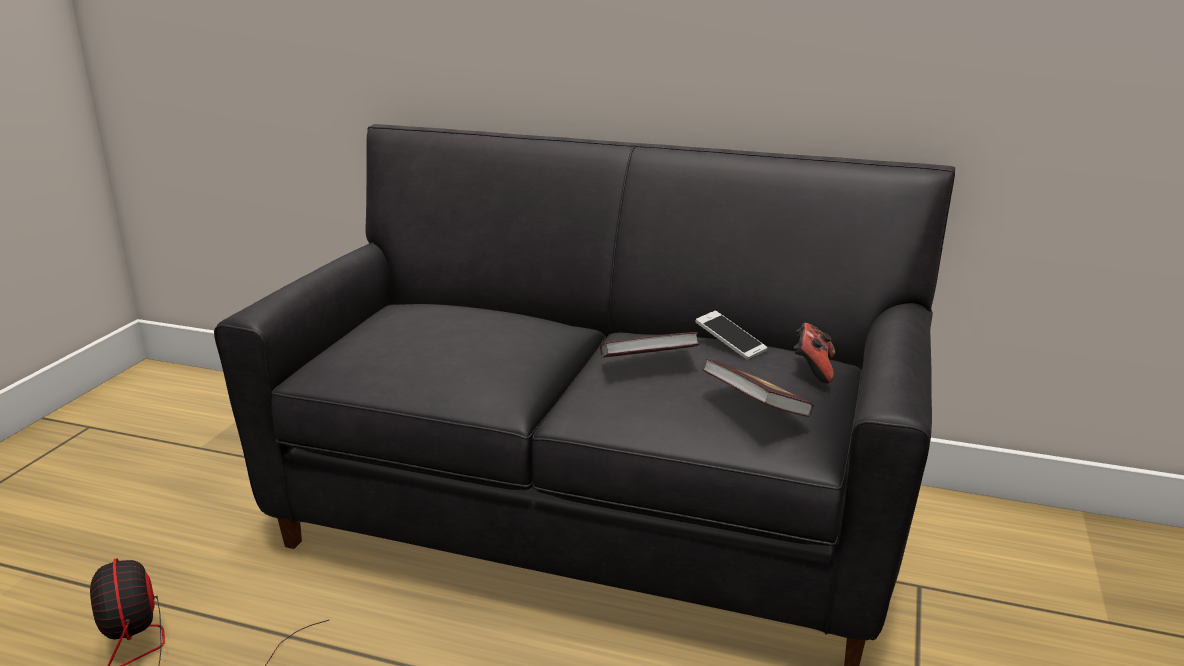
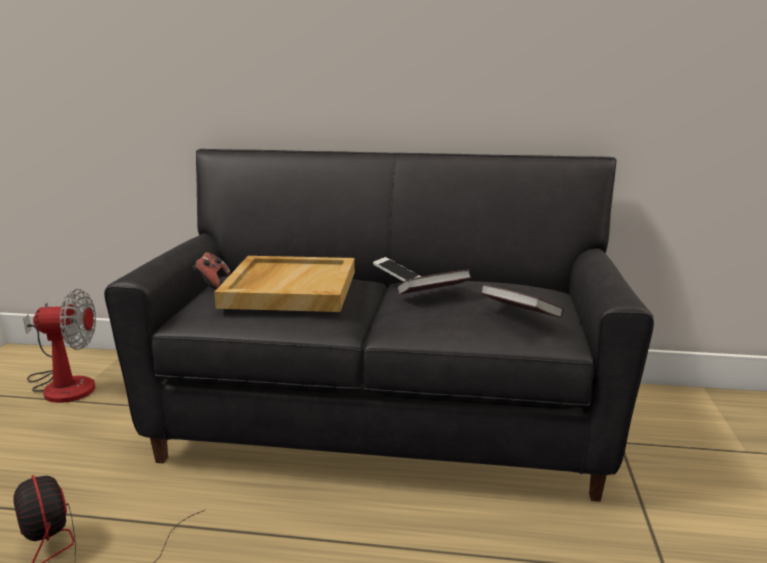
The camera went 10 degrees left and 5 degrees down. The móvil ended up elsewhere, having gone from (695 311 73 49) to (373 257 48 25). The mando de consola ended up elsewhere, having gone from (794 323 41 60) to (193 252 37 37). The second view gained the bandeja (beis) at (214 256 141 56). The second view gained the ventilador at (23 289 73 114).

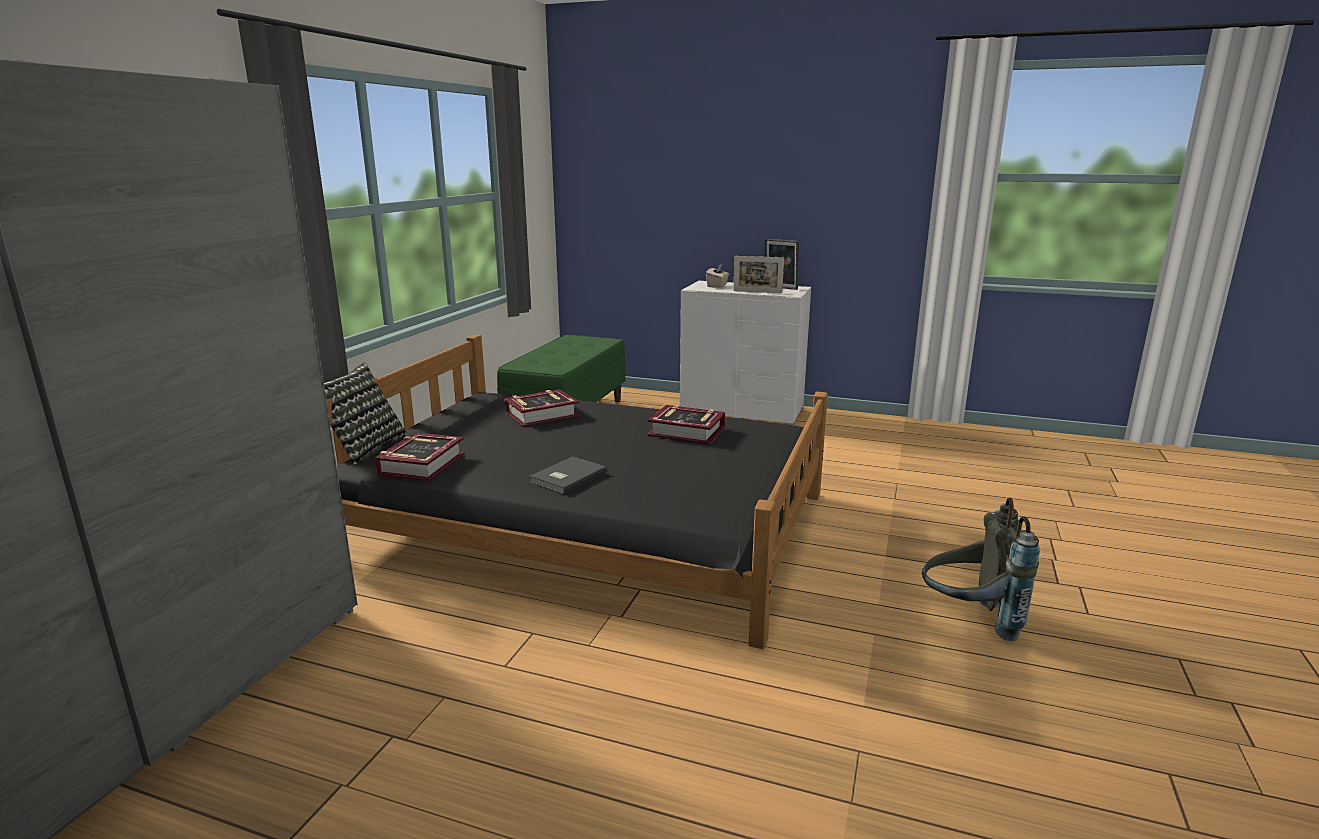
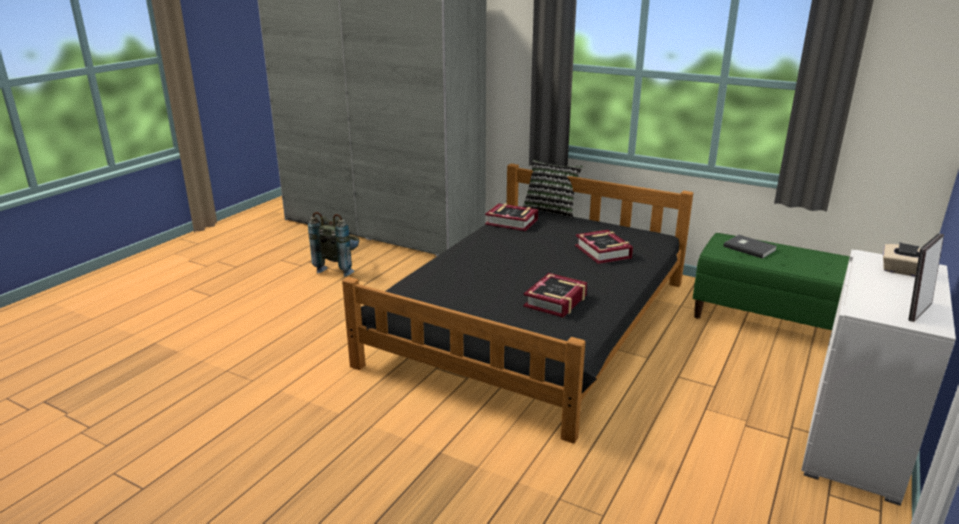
The camera went 100 degrees right and 5 degrees up. The second view lost the portarretratos at (733 256 51 37). The libro (gris) ended up elsewhere, having gone from (529 456 78 38) to (724 235 53 24). The mochila (gris) ended up elsewhere, having gone from (922 497 118 144) to (308 212 51 65).

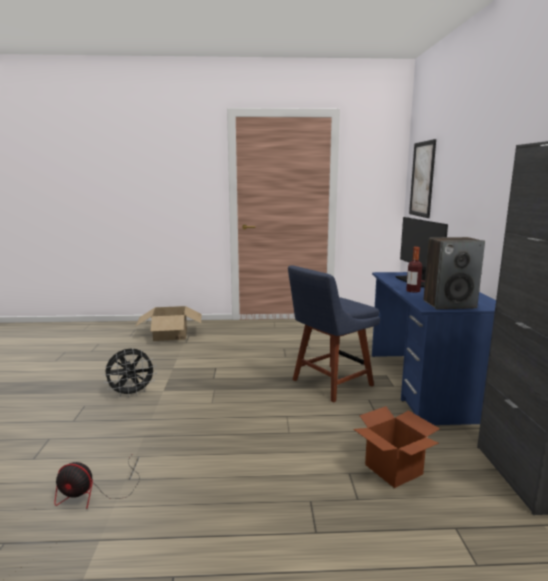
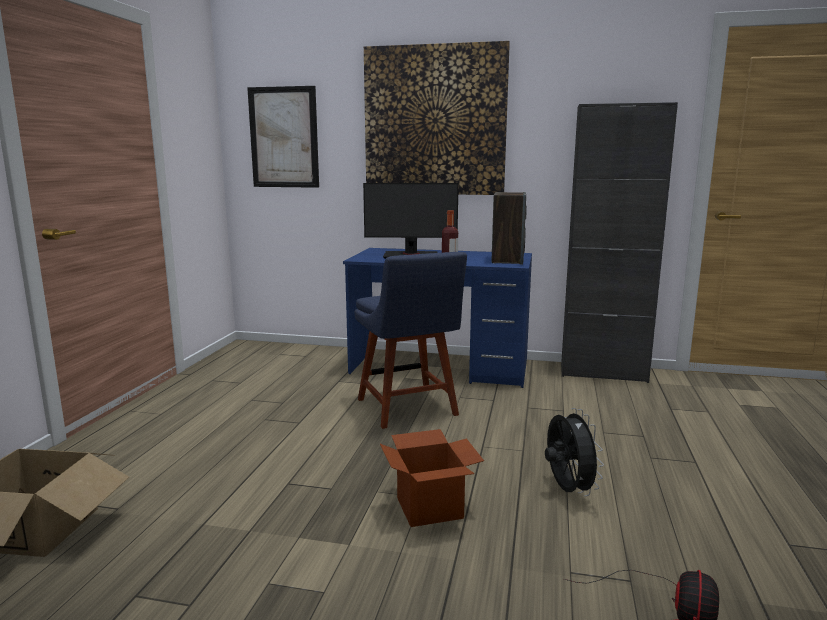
The camera went 75 degrees left and 0 degrees up. The ventilador (negro) ended up elsewhere, having gone from (103 349 54 49) to (545 408 59 88). The caja de cartón ended up elsewhere, having gone from (353 406 87 82) to (380 429 104 98). The second view gained the cuadro at (364 41 146 154).

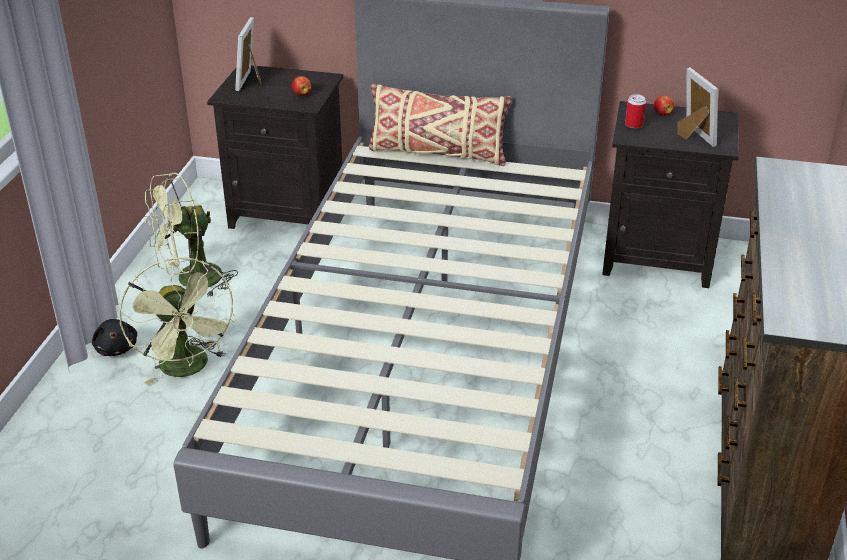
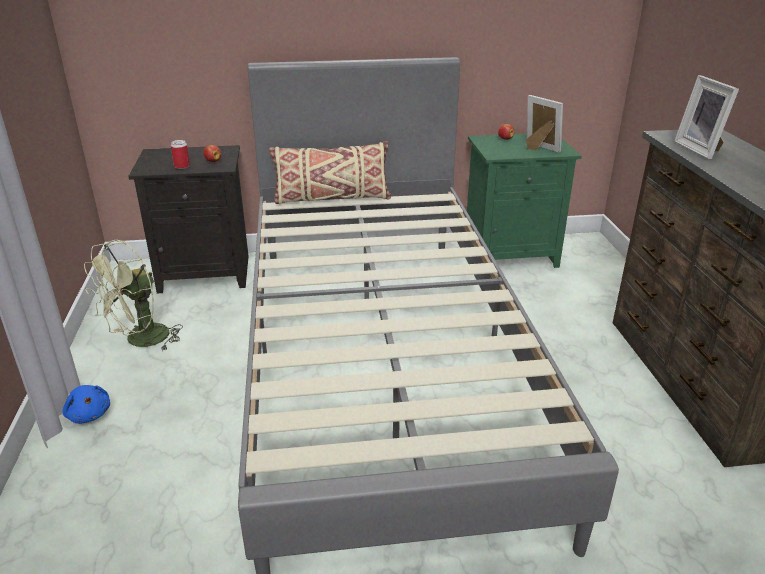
The camera went 20 degrees left and 5 degrees down. The portarretratos ended up elsewhere, having gone from (235 17 26 74) to (674 75 65 84). The lata ended up elsewhere, having gone from (625 94 21 34) to (171 140 19 29). What was the mesita de noche (negro) at (602 101 137 187) turned into the mesita de noche (verde) at (467 133 115 135). The second view lost the ventilador (verde) at (119 258 117 127). What was the peluche (negro) at (92 319 45 37) turned into the peluche (azul) at (63 385 47 39).

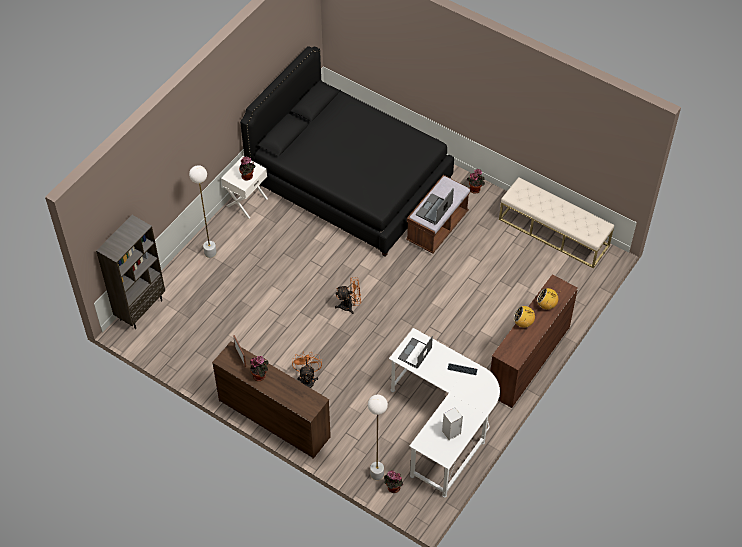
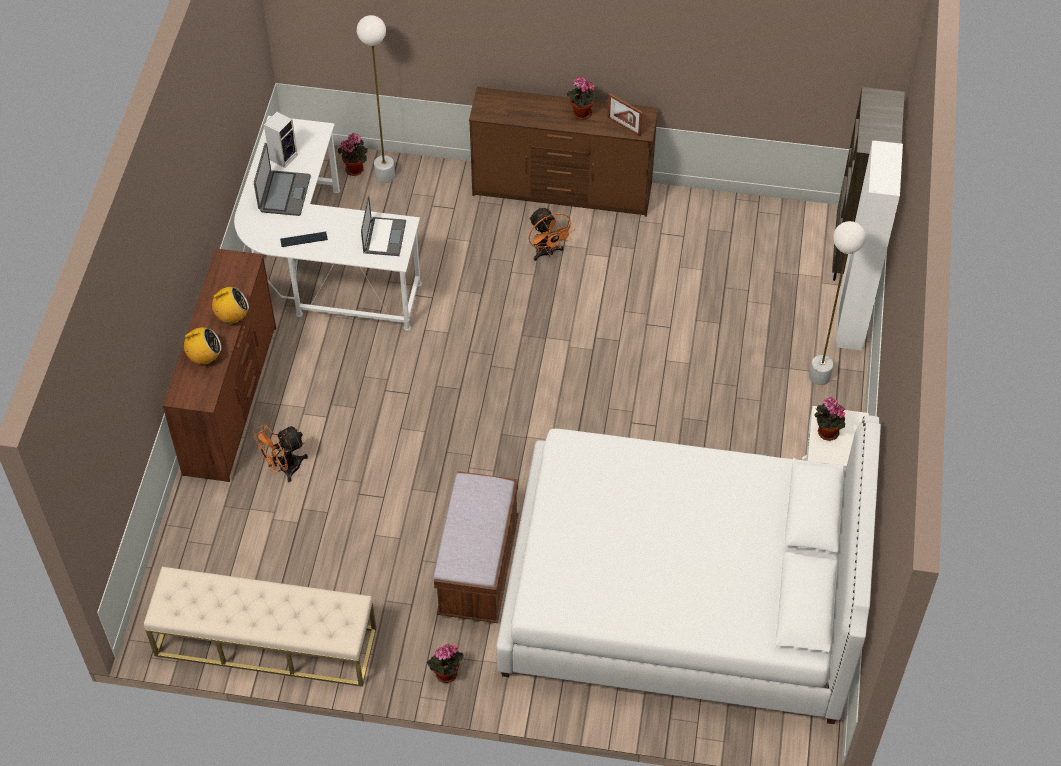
The camera went 155 degrees right and 0 degrees up. What was the cama (negro) at (240 46 214 211) turned into the cama (blanco) at (496 415 385 309). The portátil ended up elsewhere, having gone from (416 188 38 37) to (254 143 57 73). The ventilador (naranja) ended up elsewhere, having gone from (335 277 26 37) to (253 424 55 58). The second view gained the armario ropero (blanco) at (836 141 67 210).

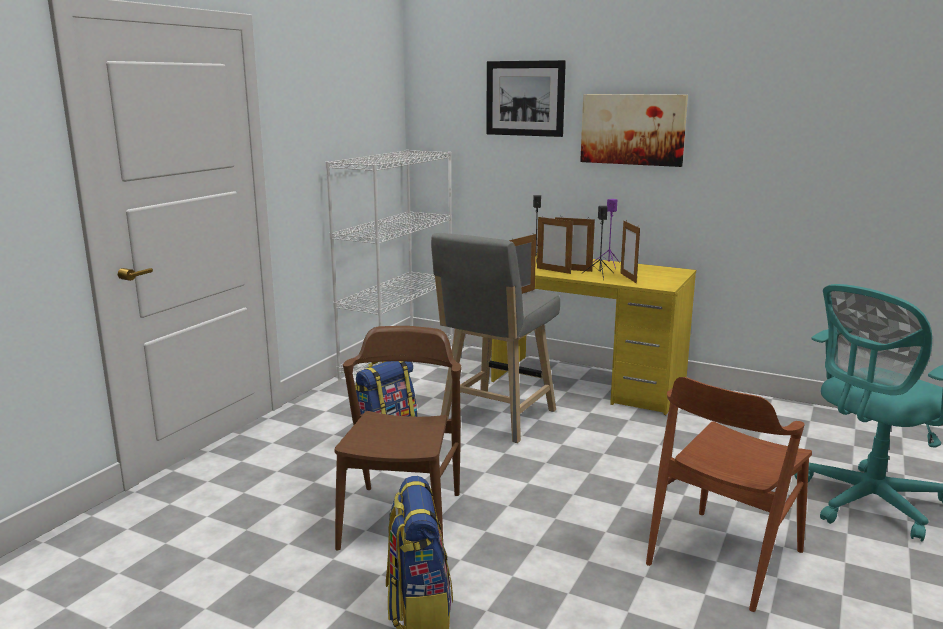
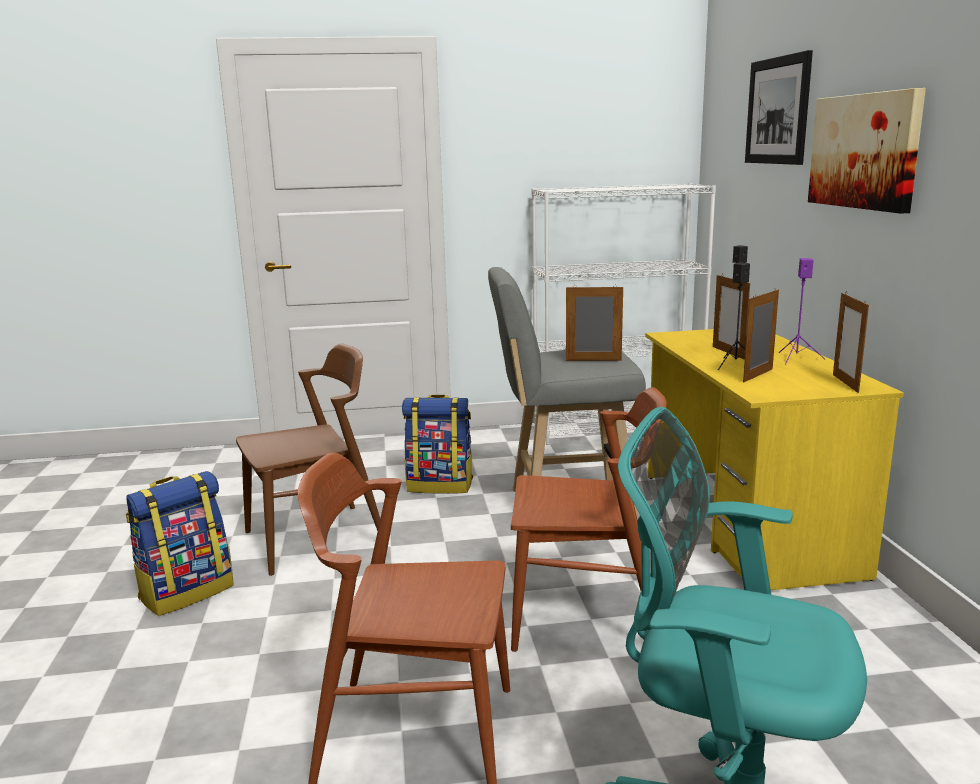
The camera went 55 degrees right and 0 degrees up. The portarretratos ended up elsewhere, having gone from (537 216 36 58) to (833 291 36 102). The second view gained the silla (marrón) at (511 387 156 265).

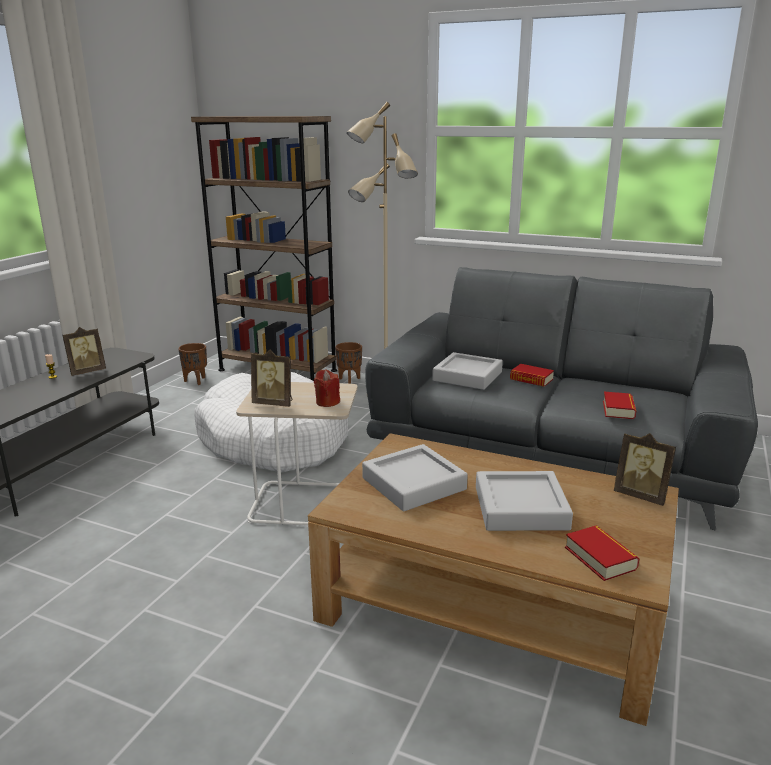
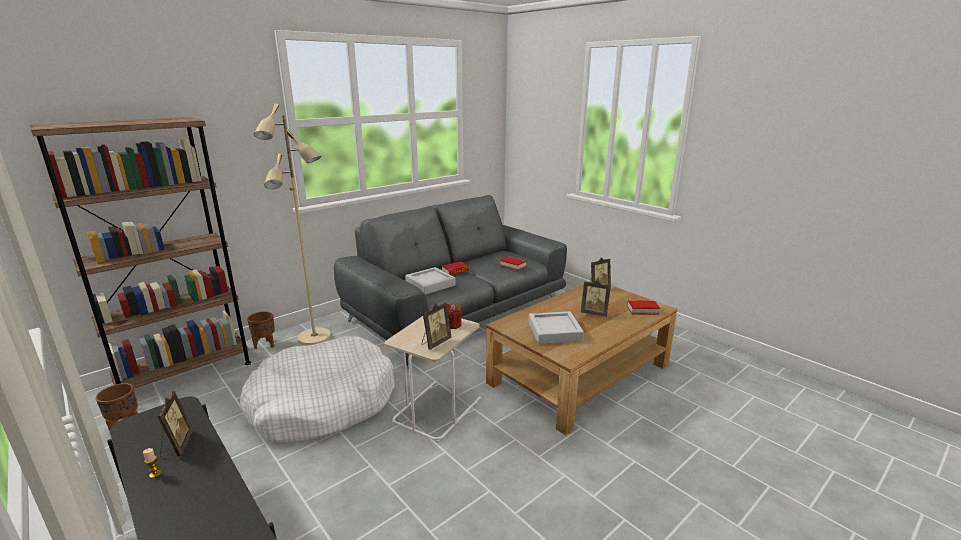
The camera went 65 degrees left and 0 degrees up. Where the bandeja (gris) stood at (476 471 97 60), the portarretratos came to stand at (581 280 30 37).

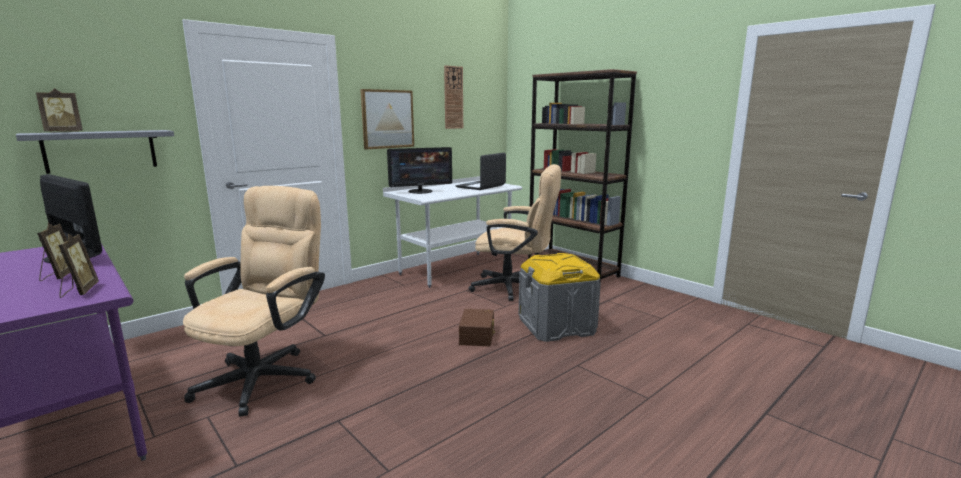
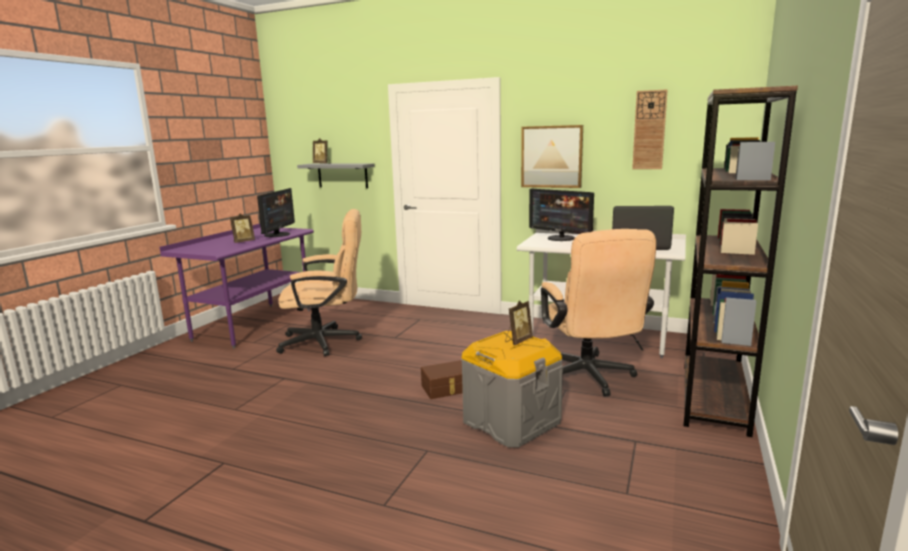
The camera went 65 degrees right and 0 degrees up. The portarretratos ended up elsewhere, having gone from (58 233 41 65) to (505 301 28 44).

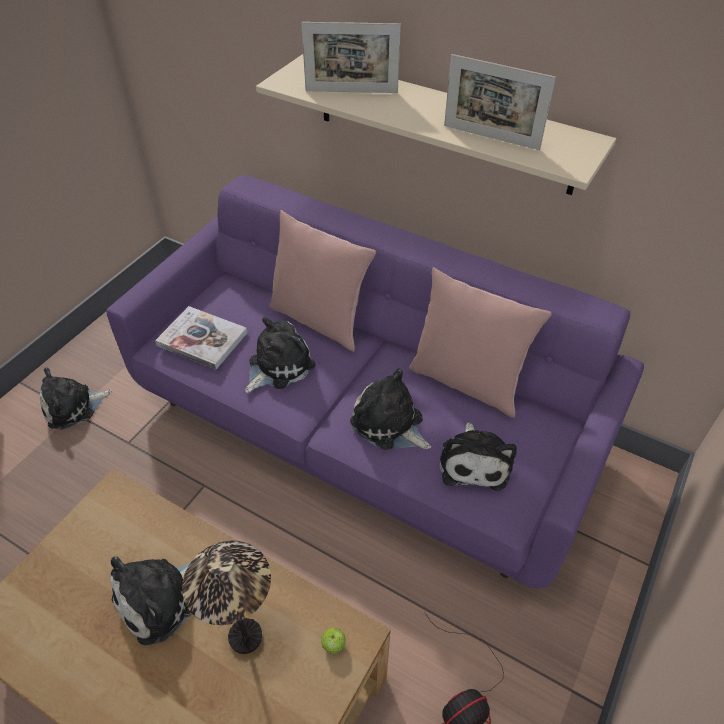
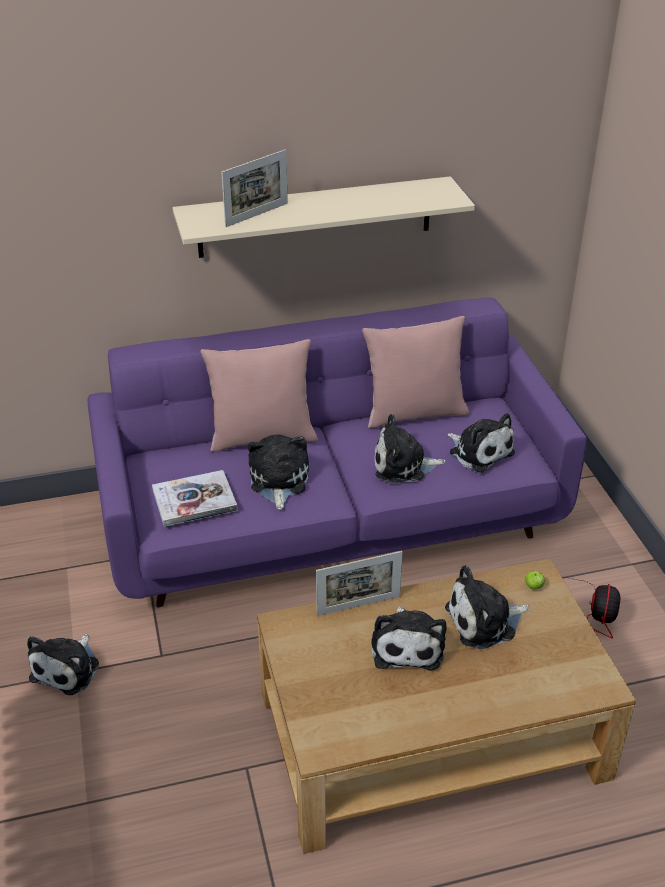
The camera went 45 degrees left and 10 degrees down. The portarretratos ended up elsewhere, having gone from (444 54 112 96) to (316 551 87 65). Where the lámpara de mesa stood at (182 541 89 113), the peluche came to stand at (445 565 84 84).

